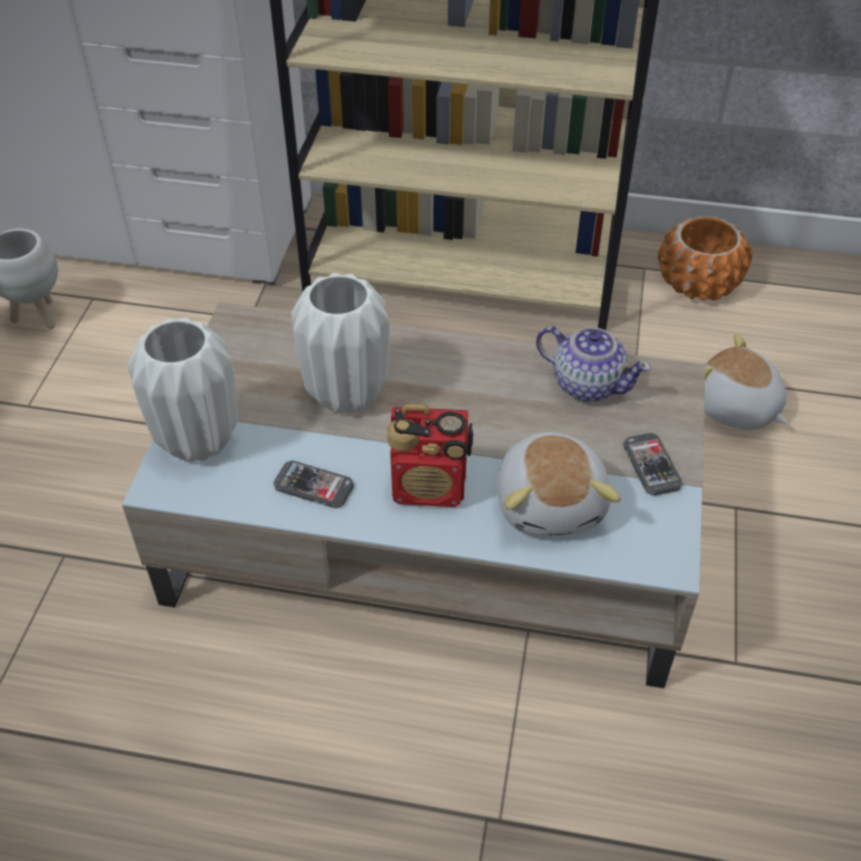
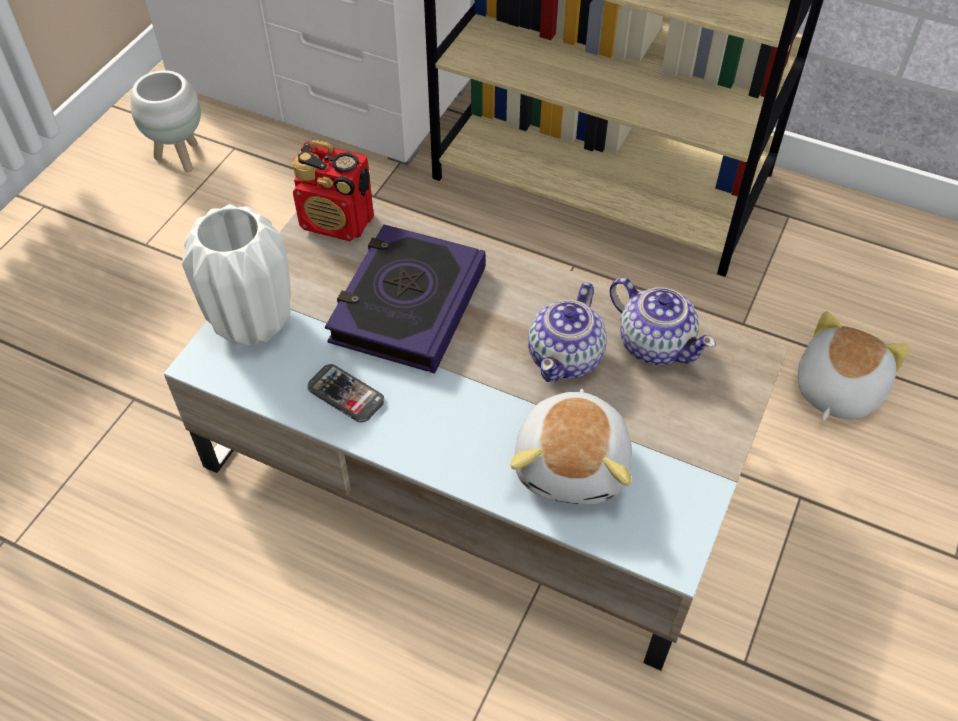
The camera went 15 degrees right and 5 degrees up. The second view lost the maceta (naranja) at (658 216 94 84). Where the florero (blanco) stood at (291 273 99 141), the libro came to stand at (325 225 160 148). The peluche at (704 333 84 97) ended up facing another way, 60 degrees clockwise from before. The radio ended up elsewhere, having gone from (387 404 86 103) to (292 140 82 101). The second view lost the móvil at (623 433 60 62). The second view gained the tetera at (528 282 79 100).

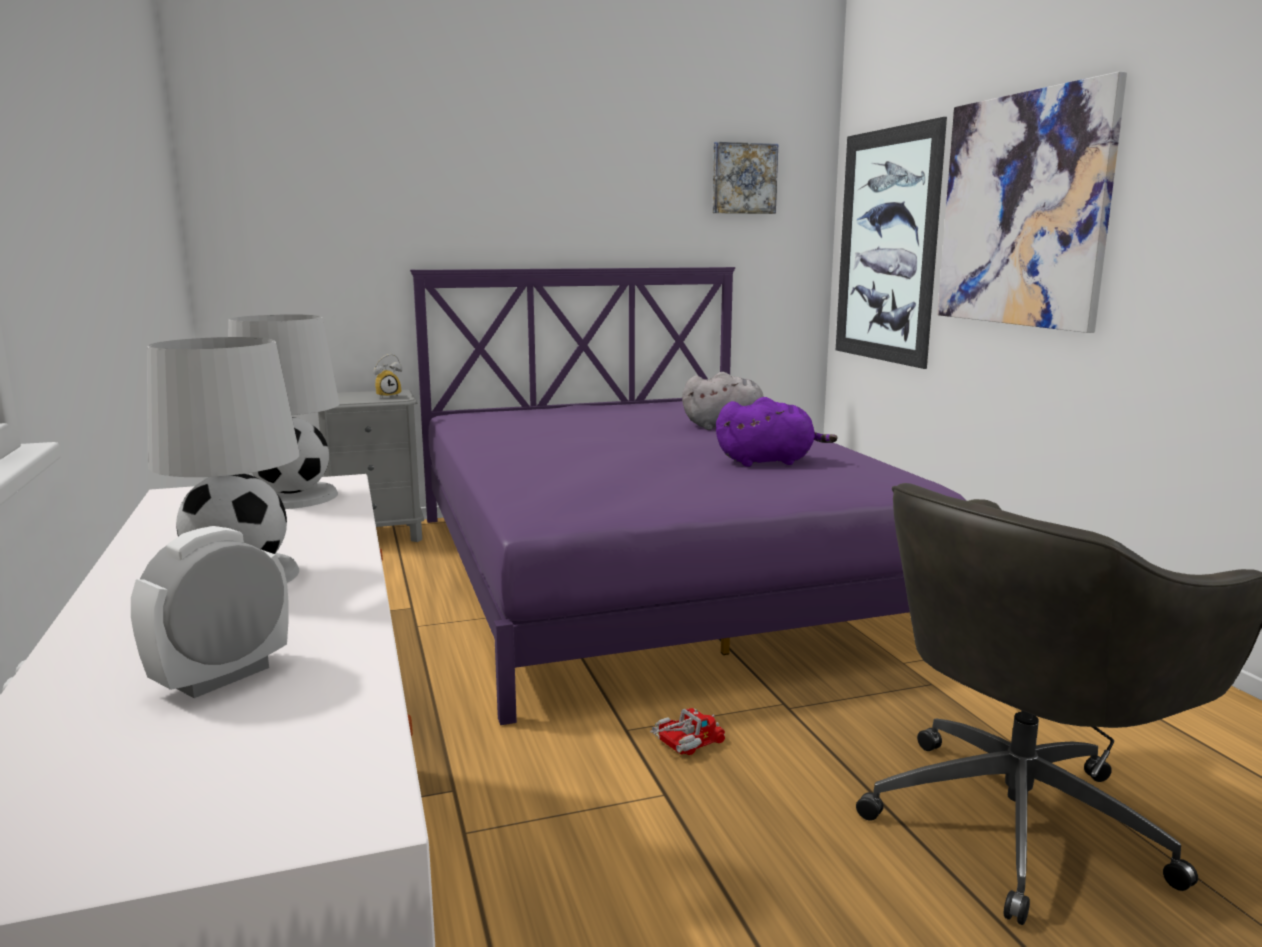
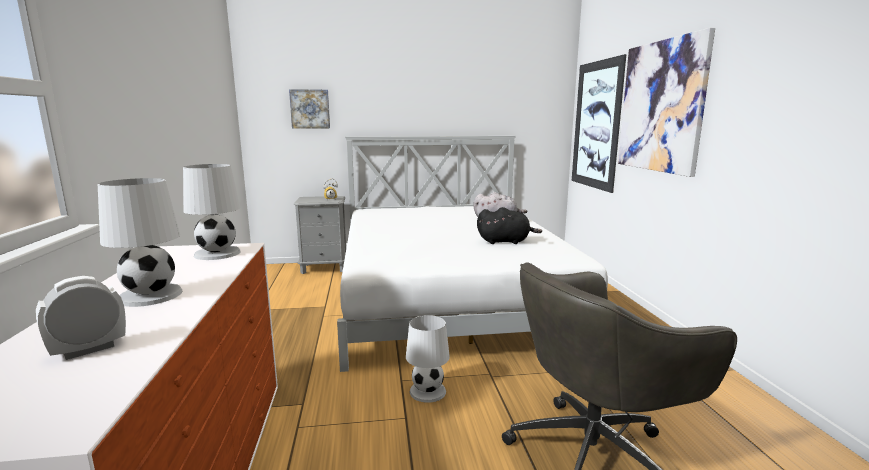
The camera went 10 degrees right and 0 degrees up. The cuadro ended up elsewhere, having gone from (712 142 66 72) to (289 89 41 40). What was the cama (morado) at (410 267 556 458) turned into the cama (blanco) at (337 136 271 236). What was the peluche (morado) at (716 397 122 70) turned into the peluche (negro) at (477 207 65 37). Where the camión de juguete stood at (650 708 75 47), the lámpara de mesa (blanco) came to stand at (406 315 44 88).

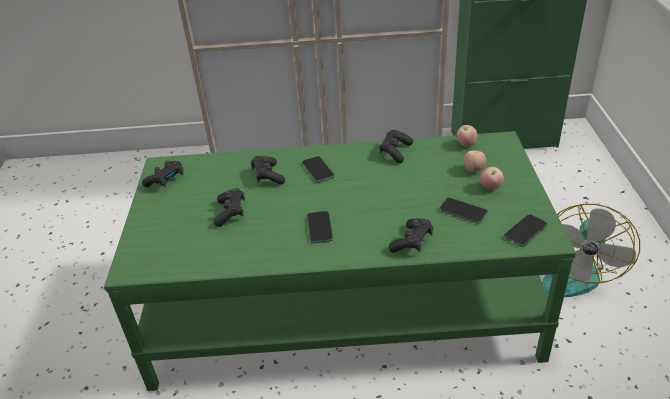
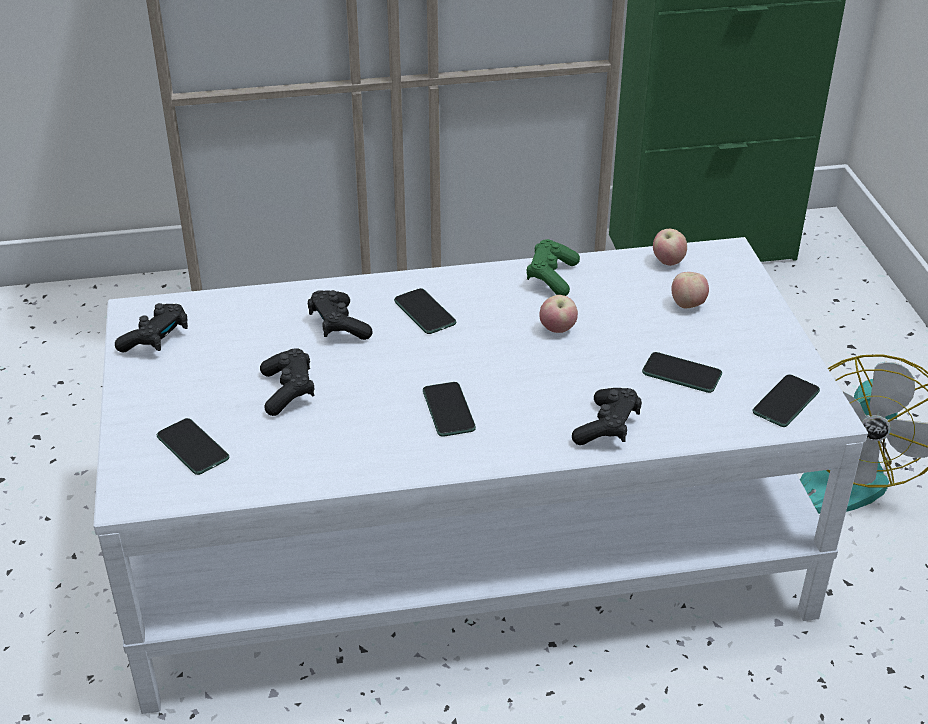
The camera went 10 degrees left and 0 degrees up. What was the mando de consola (negro) at (379 130 34 33) turned into the mando de consola (verde) at (526 239 54 57). What was the mesa de centro (verde) at (104 131 472 260) turned into the mesa de centro (blanco) at (94 237 774 477). The manzana ended up elsewhere, having gone from (480 167 24 23) to (539 295 39 38). The second view gained the móvil at (157 418 72 57).

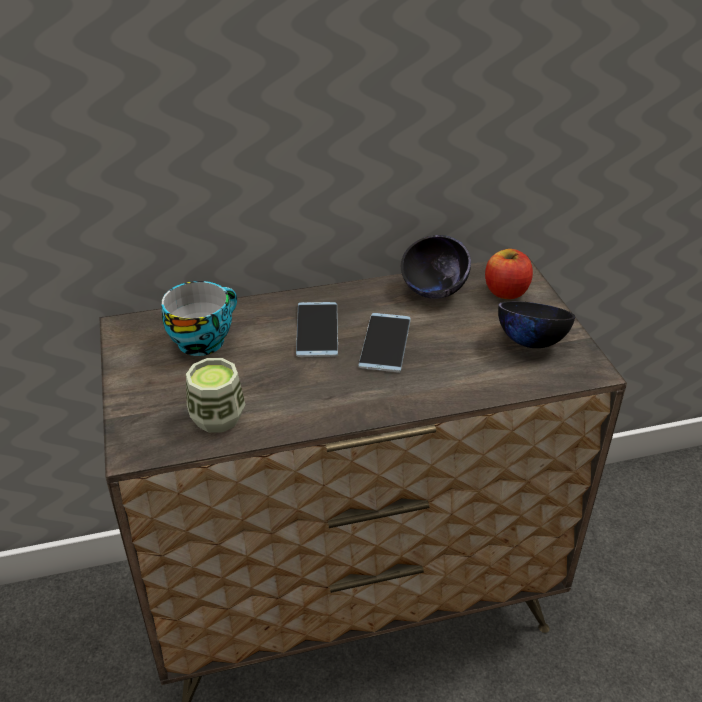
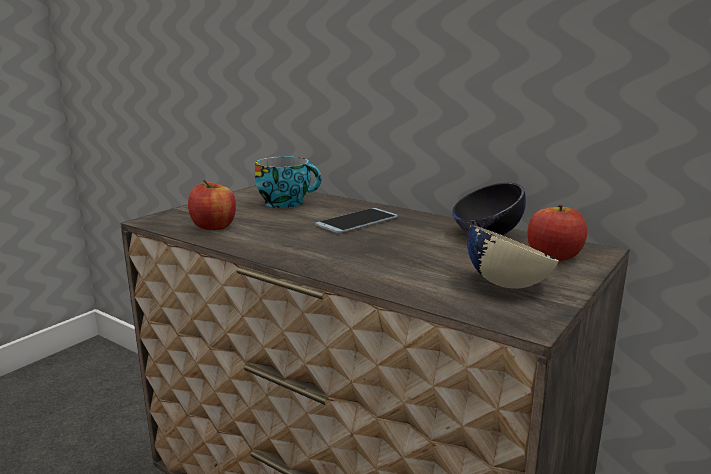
The camera went 50 degrees right and 20 degrees down. What was the cuenco (negro) at (498 301 77 47) turned into the cuenco (beis) at (467 225 92 64). The second view lost the móvil at (358 313 53 60). Where the taza stood at (186 358 60 75), the manzana came to stand at (188 180 48 50).

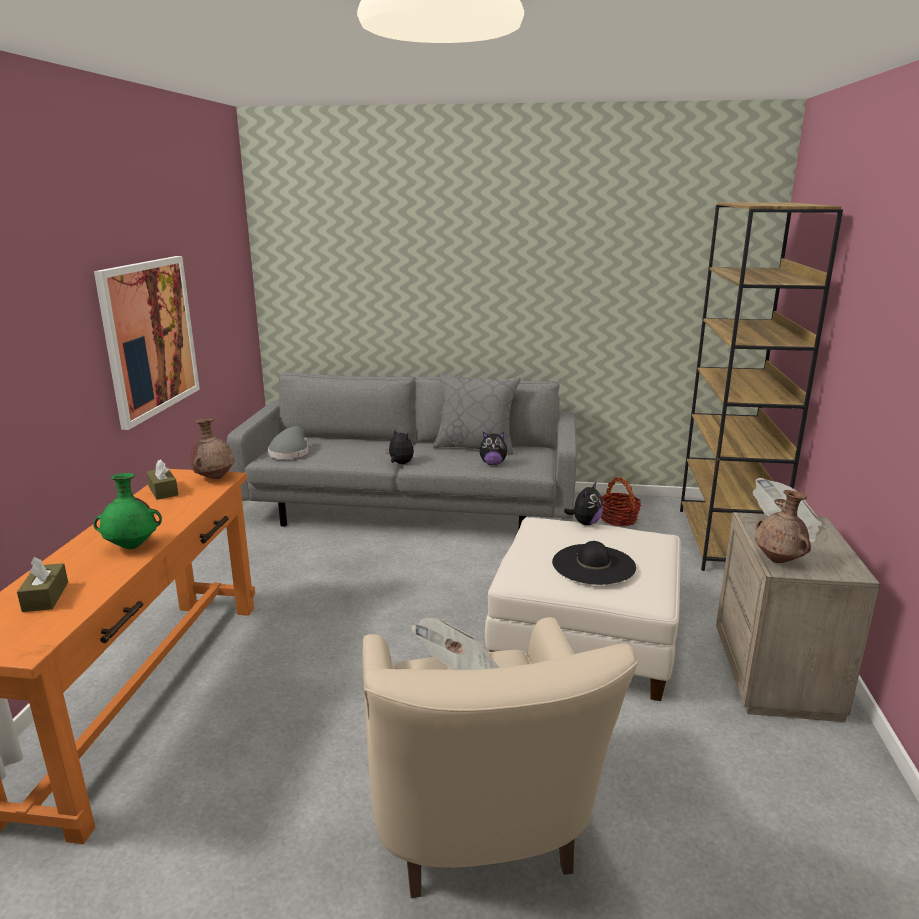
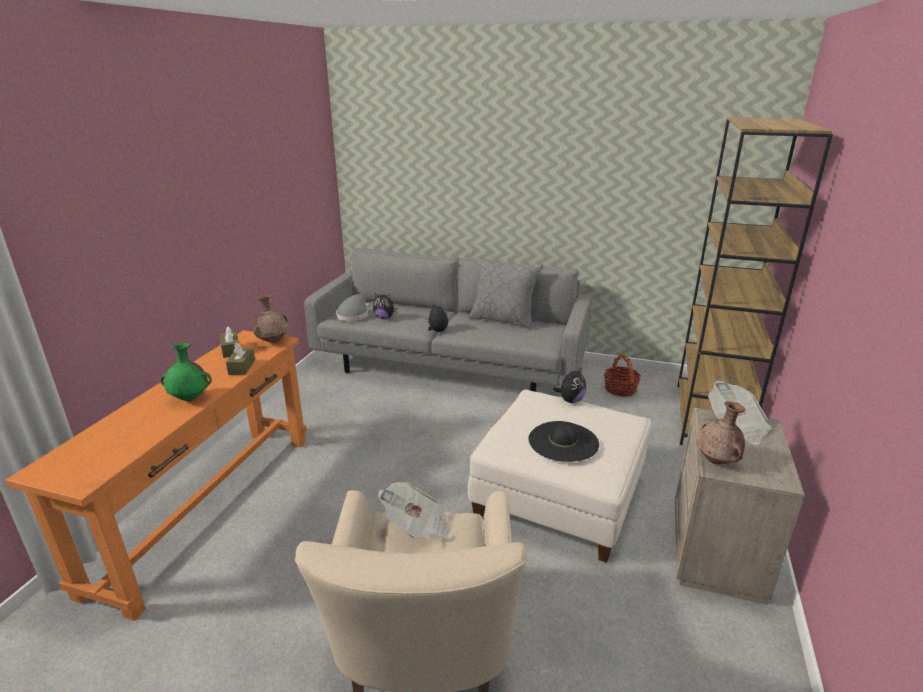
The camera went 10 degrees right and 5 degrees up. The second view lost the cuadro at (94 256 106 174). The peluche ended up elsewhere, having gone from (479 432 30 33) to (373 293 24 26). The caja de pañuelos (marrón) ended up elsewhere, having gone from (17 557 51 55) to (226 342 29 33).

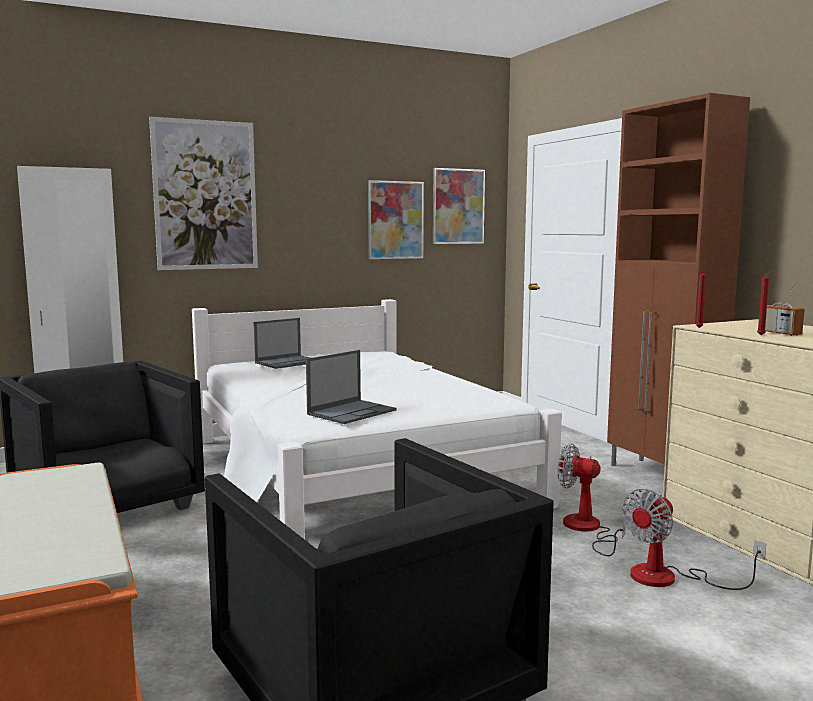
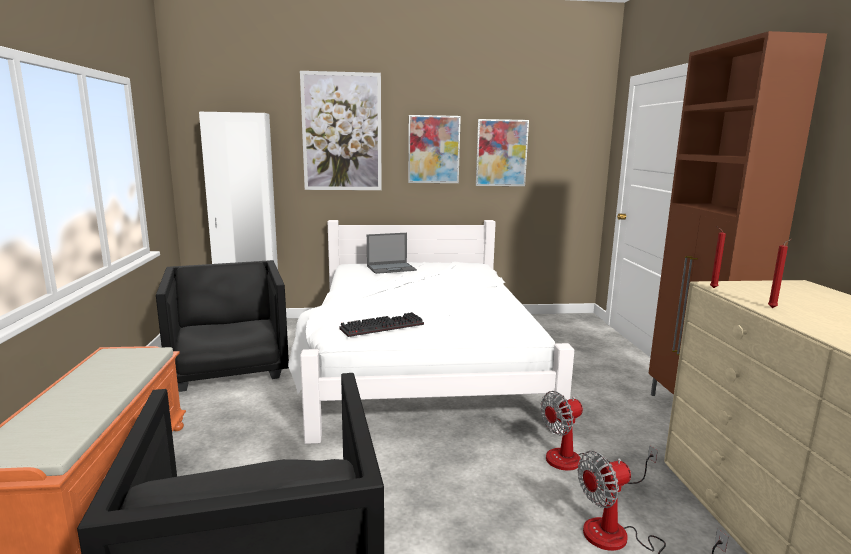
The camera went 20 degrees right and 5 degrees up. The cuadro ended up elsewhere, having gone from (433 168 52 76) to (408 115 53 68). The second view lost the radio at (765 278 40 58). Where the portátil stood at (306 350 91 74), the teclado came to stand at (340 312 84 25). The ventilador at (558 443 68 113) ended up facing another way, 75 degrees counterclockwise from before.

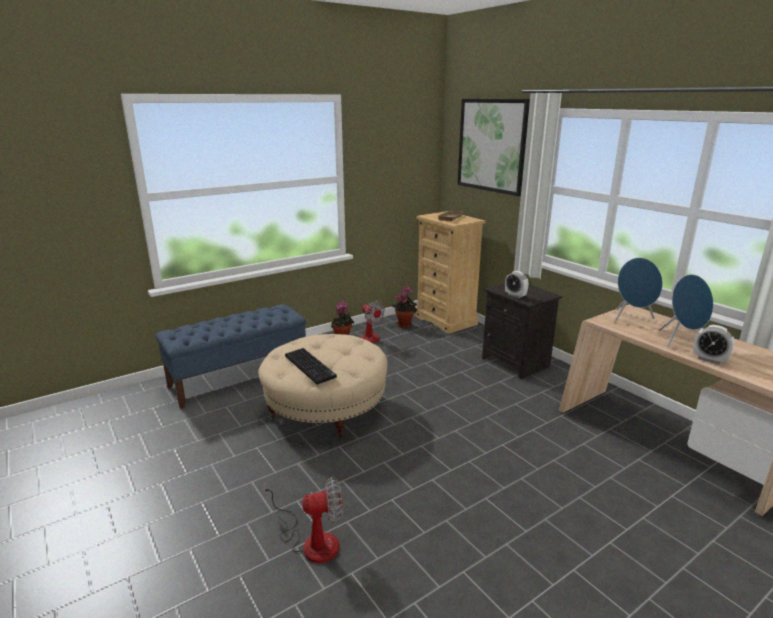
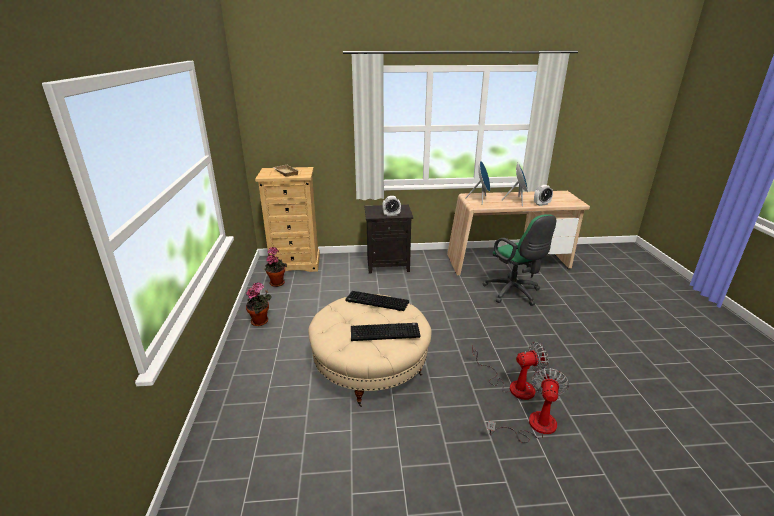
The camera went 60 degrees left and 5 degrees up. The second view lost the cuadro at (458 99 72 97). The ventilador ended up elsewhere, having gone from (361 301 24 42) to (472 342 77 58). The second view lost the banco (azul) at (155 304 151 105). The second view gained the silla de oficina (verde) at (483 214 73 92). The second view gained the teclado at (345 291 64 20).

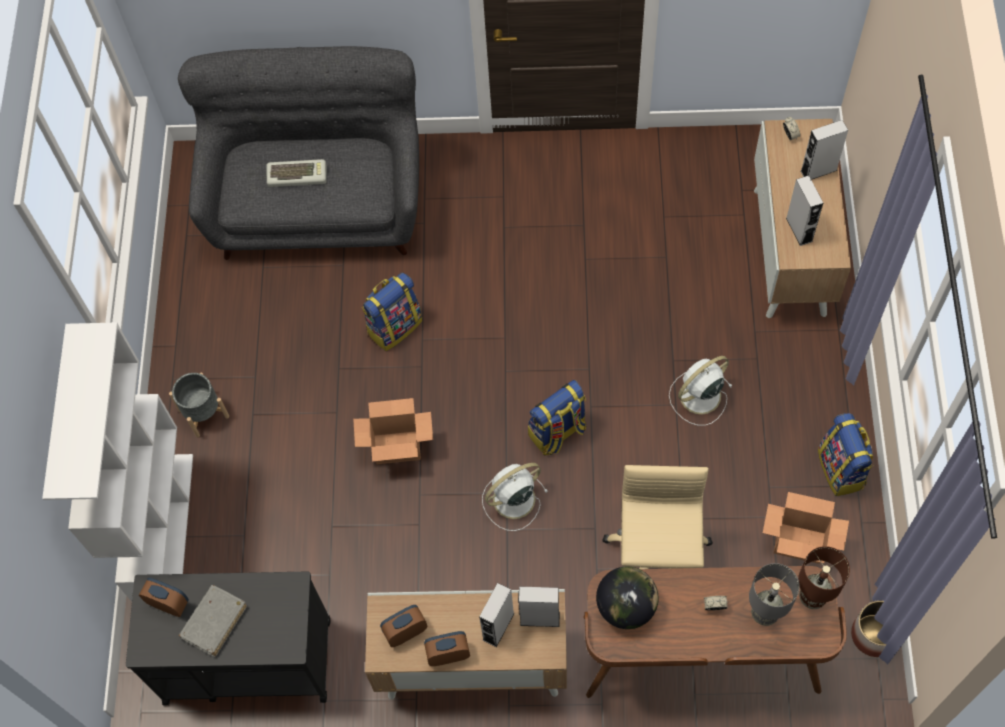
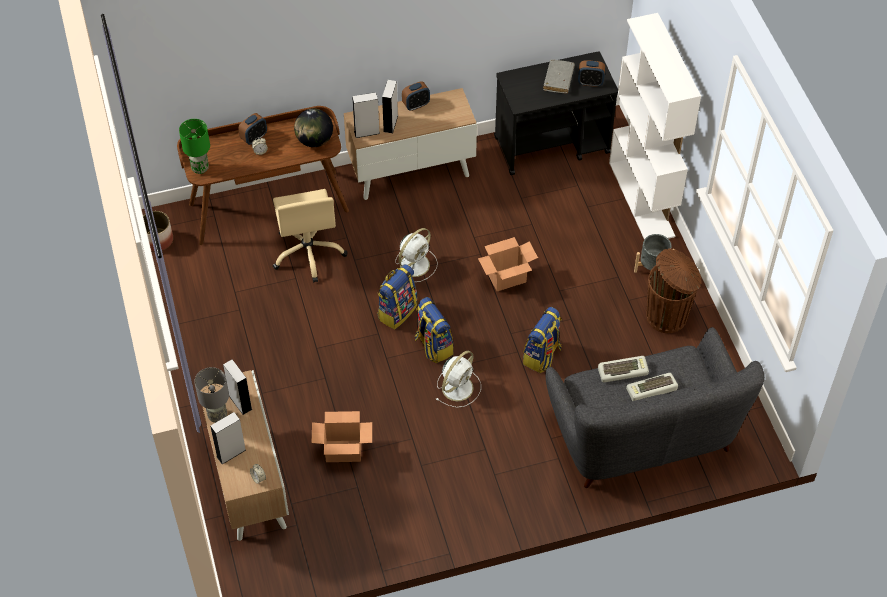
The camera went 160 degrees right and 10 degrees down. The ventilador (blanco) ended up elsewhere, having gone from (669 356 64 70) to (436 351 45 57). The mochila ended up elsewhere, having gone from (818 413 56 83) to (415 297 38 66). The caja de cartón ended up elsewhere, having gone from (763 492 86 72) to (311 411 61 51). What was the lámpara de mesa (marrón) at (798 546 52 63) turned into the lámpara de mesa (verde) at (179 119 31 55). The lámpara de mesa (gris) ended up elsewhere, having gone from (749 563 50 63) to (194 367 35 56). The despertador ended up elsewhere, having gone from (380 605 47 42) to (238 113 29 32). The second view gained the papelera (marrón) at (646 249 56 84). The second view gained the teclado at (598 356 51 26).

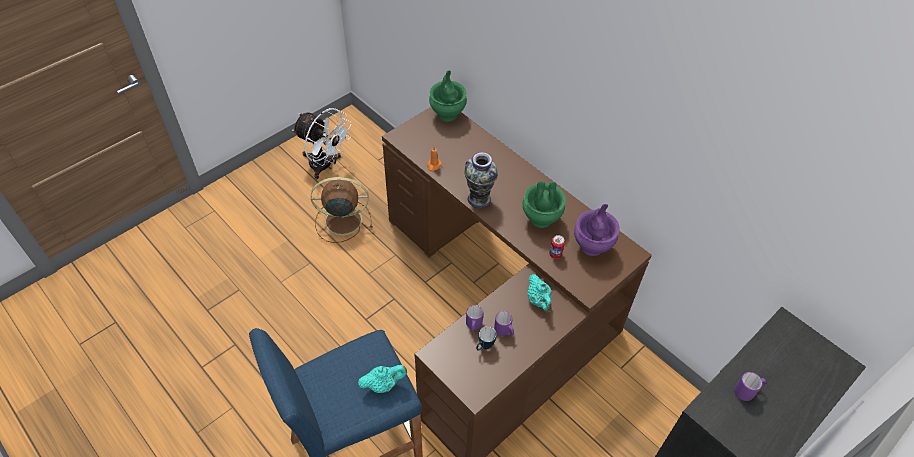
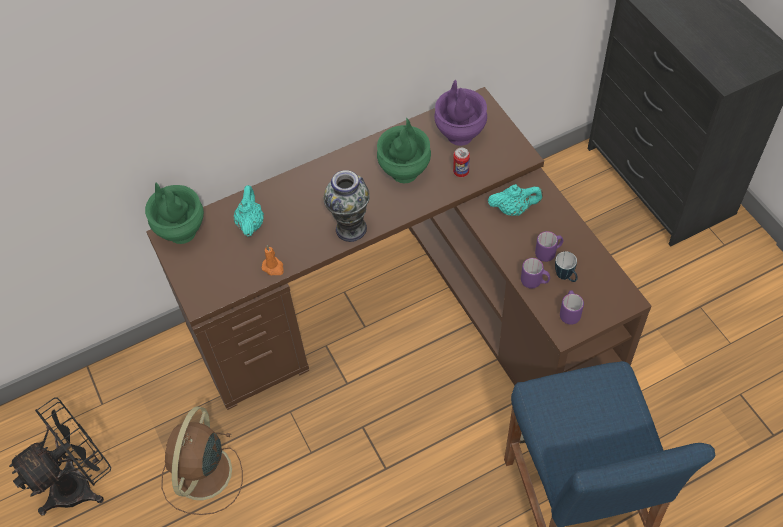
The camera went 70 degrees left and 5 degrees up. What was the ventilador (blanco) at (292 108 60 71) turned into the ventilador (negro) at (9 397 102 119). The tetera (turquesa) ended up elsewhere, having gone from (358 365 49 28) to (234 185 30 52). The taza grande (morado) ended up elsewhere, having gone from (734 372 32 29) to (560 290 24 35).

